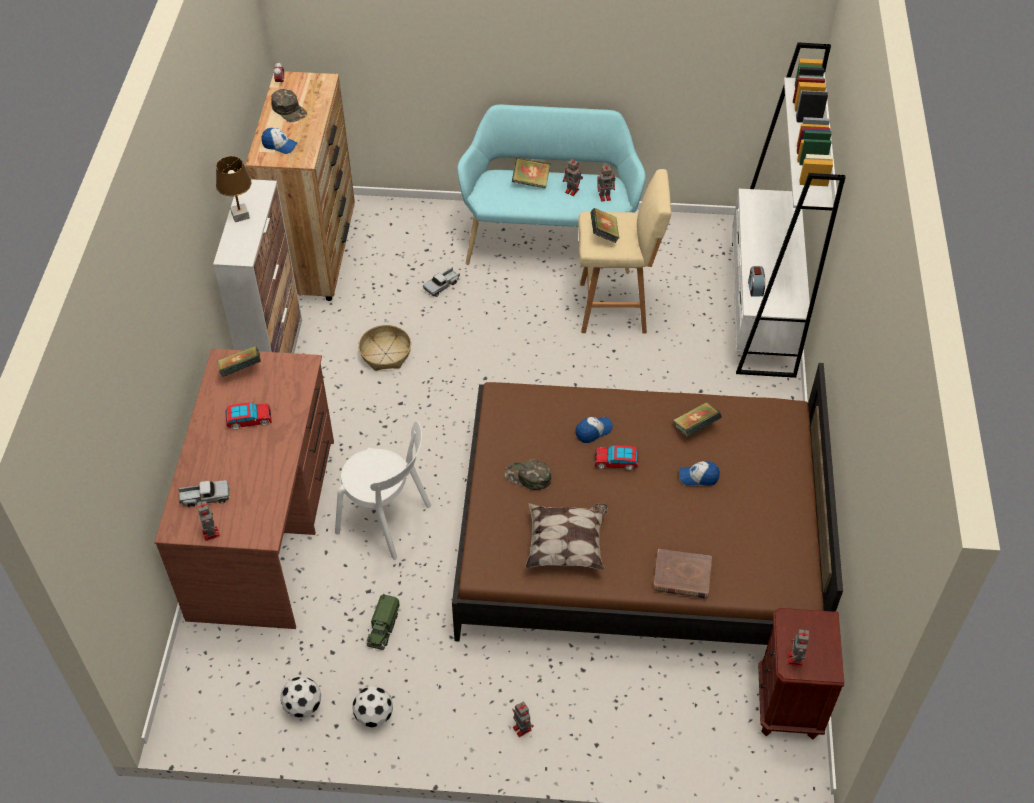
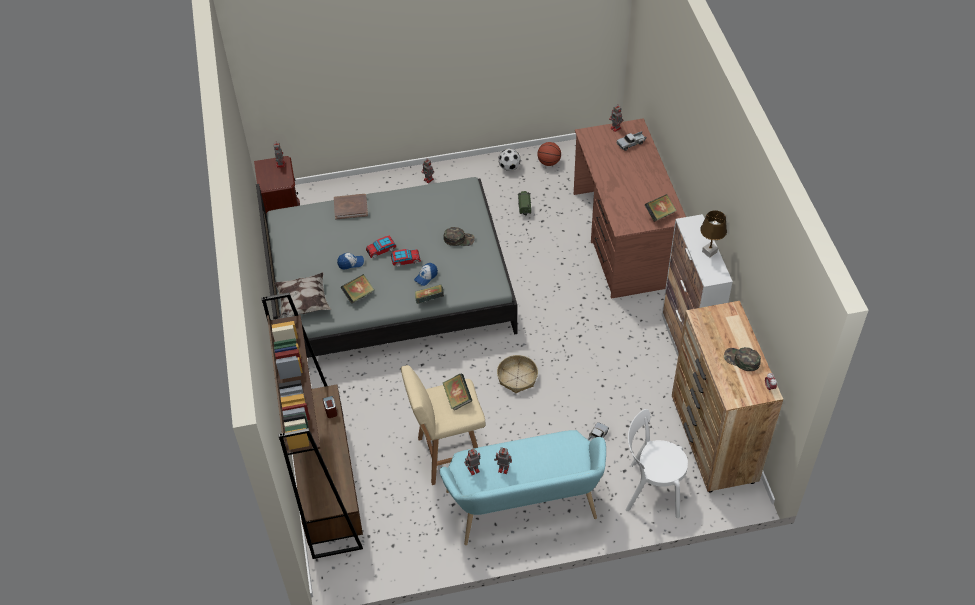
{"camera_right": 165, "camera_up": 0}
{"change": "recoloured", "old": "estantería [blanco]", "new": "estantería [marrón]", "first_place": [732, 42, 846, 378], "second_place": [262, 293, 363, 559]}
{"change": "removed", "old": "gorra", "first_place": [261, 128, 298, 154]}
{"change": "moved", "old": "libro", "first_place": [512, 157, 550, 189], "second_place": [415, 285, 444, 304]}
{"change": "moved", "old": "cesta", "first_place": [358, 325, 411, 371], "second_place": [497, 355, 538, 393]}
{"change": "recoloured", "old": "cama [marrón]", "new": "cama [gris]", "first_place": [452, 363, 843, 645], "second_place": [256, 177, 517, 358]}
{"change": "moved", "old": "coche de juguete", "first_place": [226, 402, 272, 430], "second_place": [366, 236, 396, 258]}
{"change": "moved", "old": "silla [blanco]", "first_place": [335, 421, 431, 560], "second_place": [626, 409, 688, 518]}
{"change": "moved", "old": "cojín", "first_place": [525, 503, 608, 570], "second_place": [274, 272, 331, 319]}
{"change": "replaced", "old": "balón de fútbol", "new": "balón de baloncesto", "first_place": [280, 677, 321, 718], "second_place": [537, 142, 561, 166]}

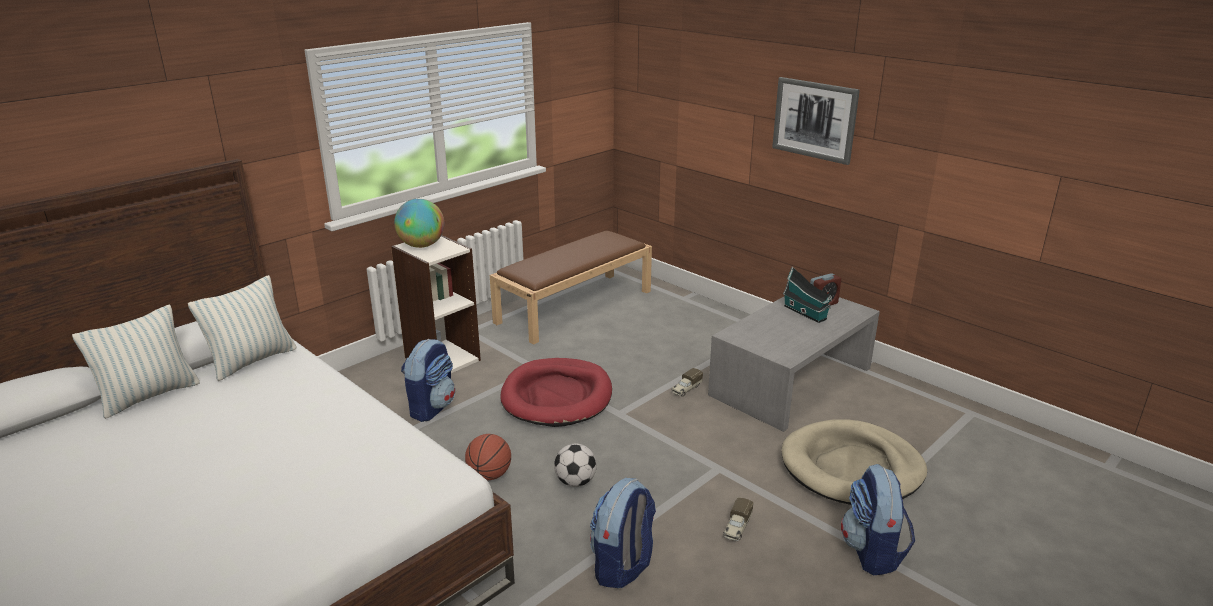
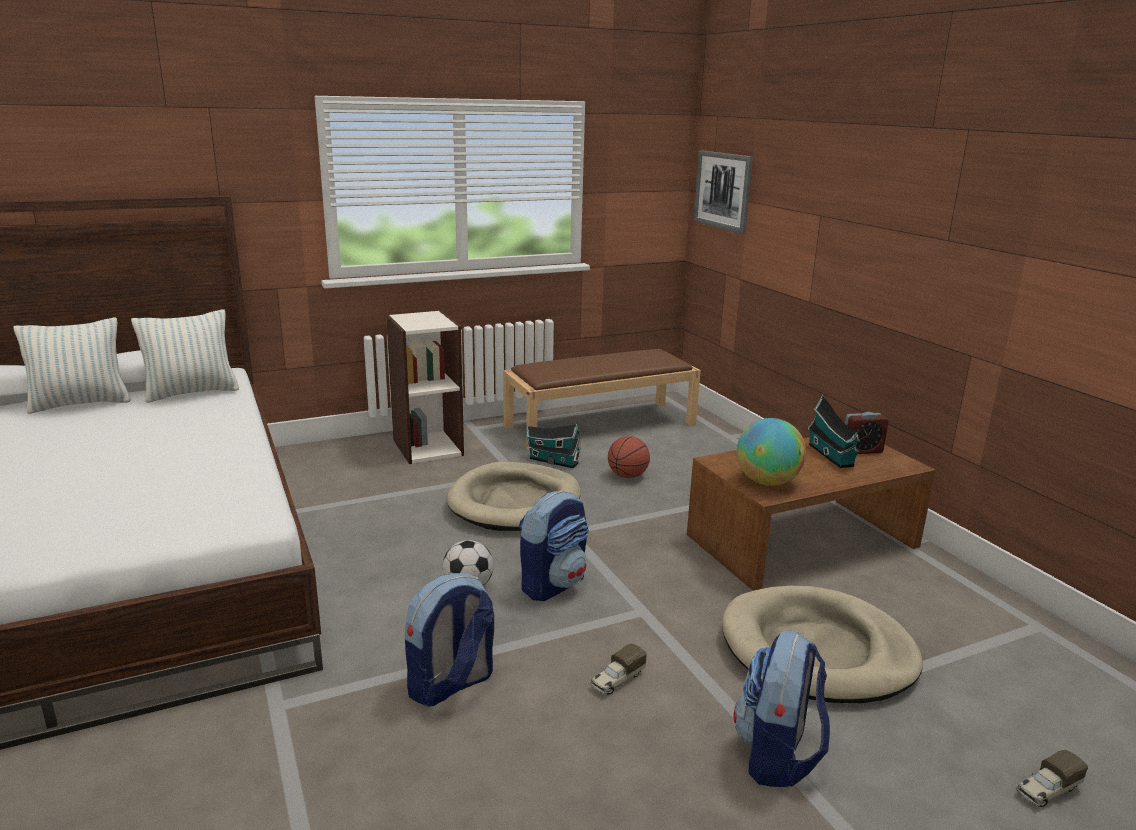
{"camera_right": 20, "camera_up": -5}
{"change": "moved", "old": "cuadro", "first_place": [772, 77, 860, 165], "second_place": [693, 150, 753, 234]}
{"change": "moved", "old": "globo terráqueo", "first_place": [394, 199, 444, 248], "second_place": [737, 418, 806, 486]}
{"change": "recoloured", "old": "mesa de centro [gris]", "new": "mesa de centro [marrón]", "first_place": [708, 297, 880, 432], "second_place": [687, 437, 936, 591]}
{"change": "moved", "old": "mochila", "first_place": [401, 339, 455, 422], "second_place": [519, 490, 589, 601]}
{"change": "recoloured", "old": "cama para perro [rojo]", "new": "cama para perro [beis]", "first_place": [500, 358, 612, 427], "second_place": [447, 462, 580, 531]}
{"change": "moved", "old": "camión de juguete", "first_place": [671, 368, 703, 396], "second_place": [1016, 749, 1088, 807]}
{"change": "moved", "old": "balón de baloncesto", "first_place": [465, 434, 511, 480], "second_place": [608, 436, 650, 478]}
{"change": "added", "new": "casita", "second_place": [526, 424, 581, 468]}

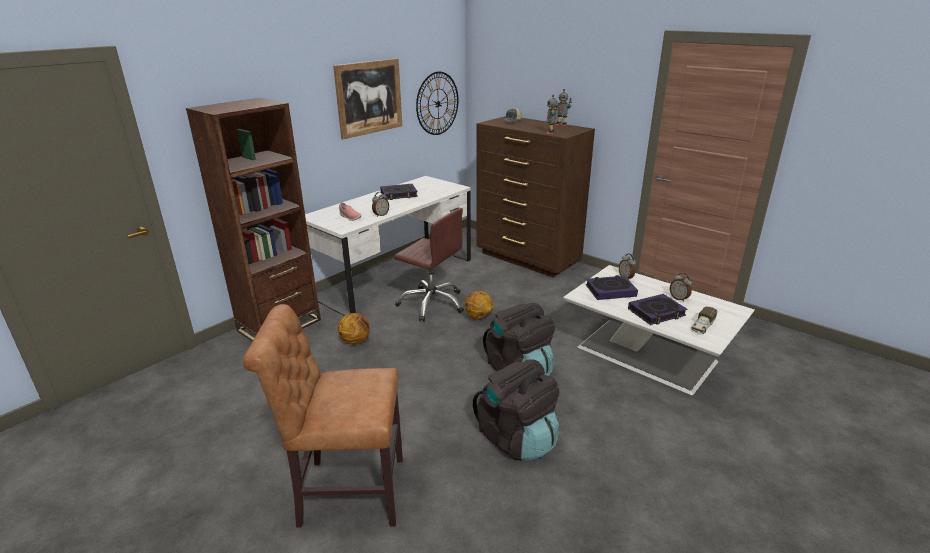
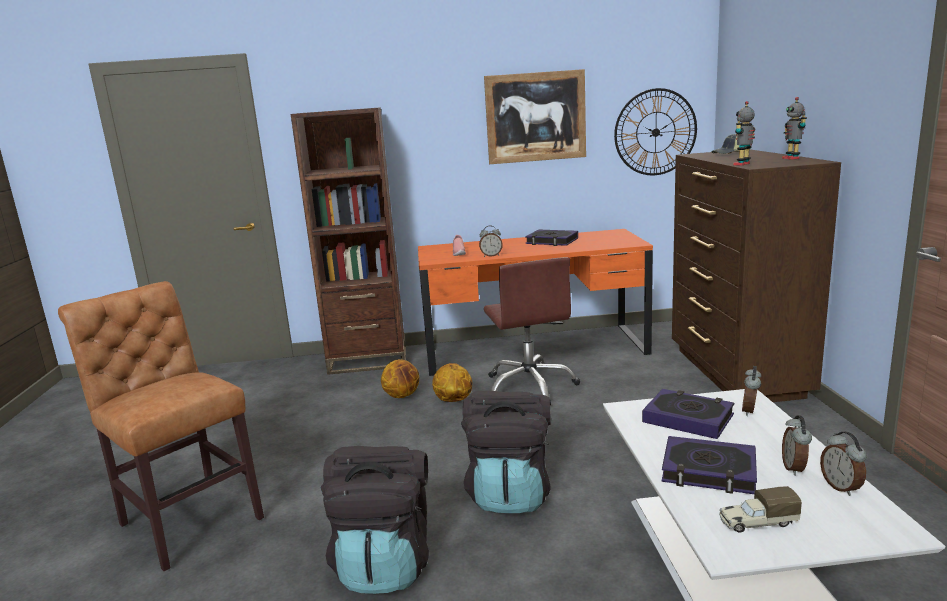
{"camera_right": 45, "camera_up": -10}
{"change": "recoloured", "old": "escritorio [blanco]", "new": "escritorio [naranja]", "first_place": [305, 176, 471, 316], "second_place": [418, 229, 653, 376]}
{"change": "moved", "old": "balón de baloncesto", "first_place": [465, 291, 494, 320], "second_place": [432, 363, 472, 402]}
{"change": "added", "new": "despertador", "second_place": [820, 431, 867, 496]}

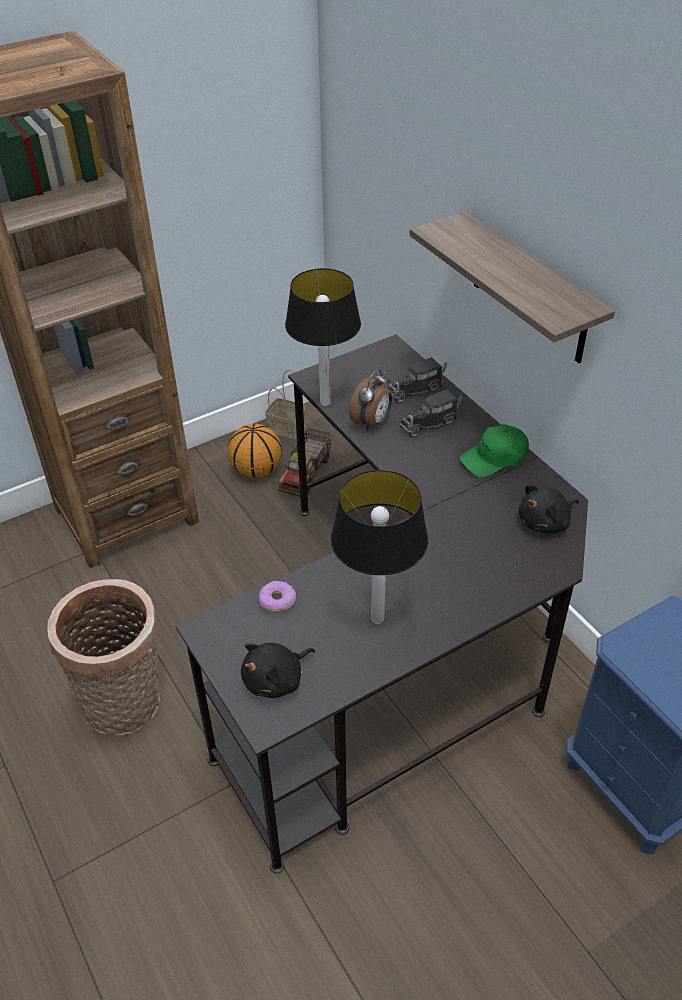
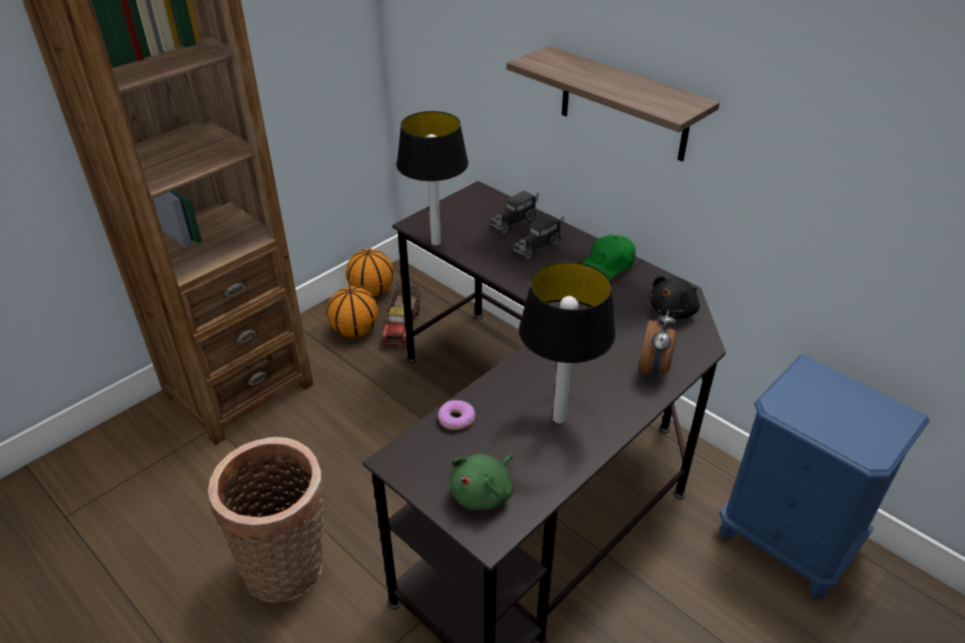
{"camera_right": -15, "camera_up": -5}
{"change": "moved", "old": "despertador", "first_place": [349, 369, 392, 430], "second_place": [638, 310, 677, 379]}
{"change": "replaced", "old": "cesta", "new": "balón de baloncesto", "first_place": [265, 370, 306, 440], "second_place": [346, 249, 394, 297]}
{"change": "recoloured", "old": "peluche [negro]", "new": "peluche [verde]", "first_place": [241, 643, 315, 698], "second_place": [450, 454, 513, 510]}

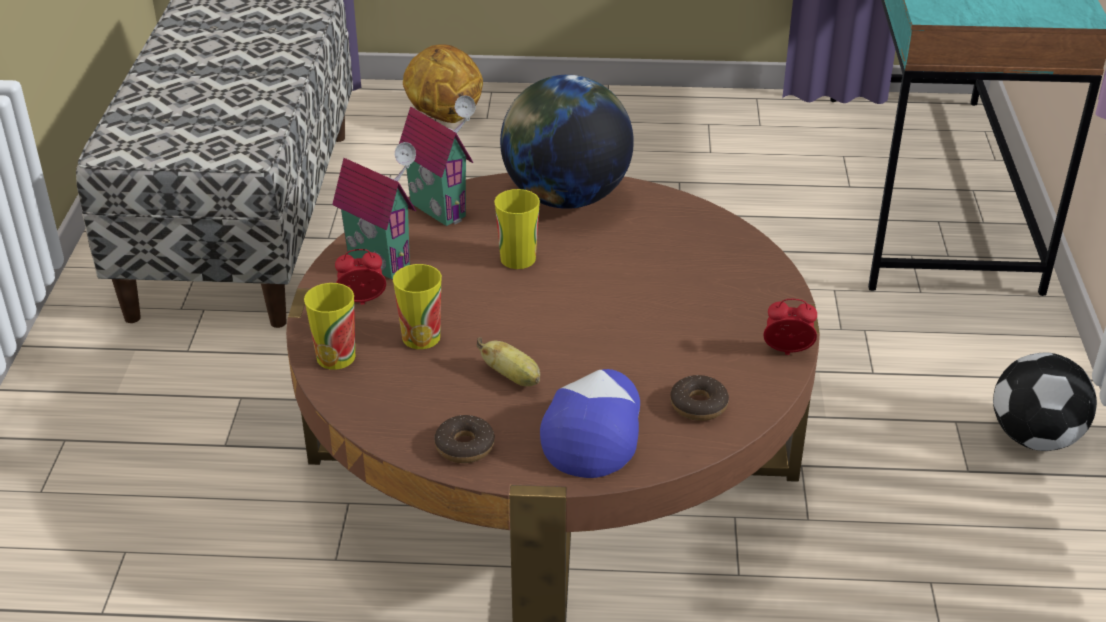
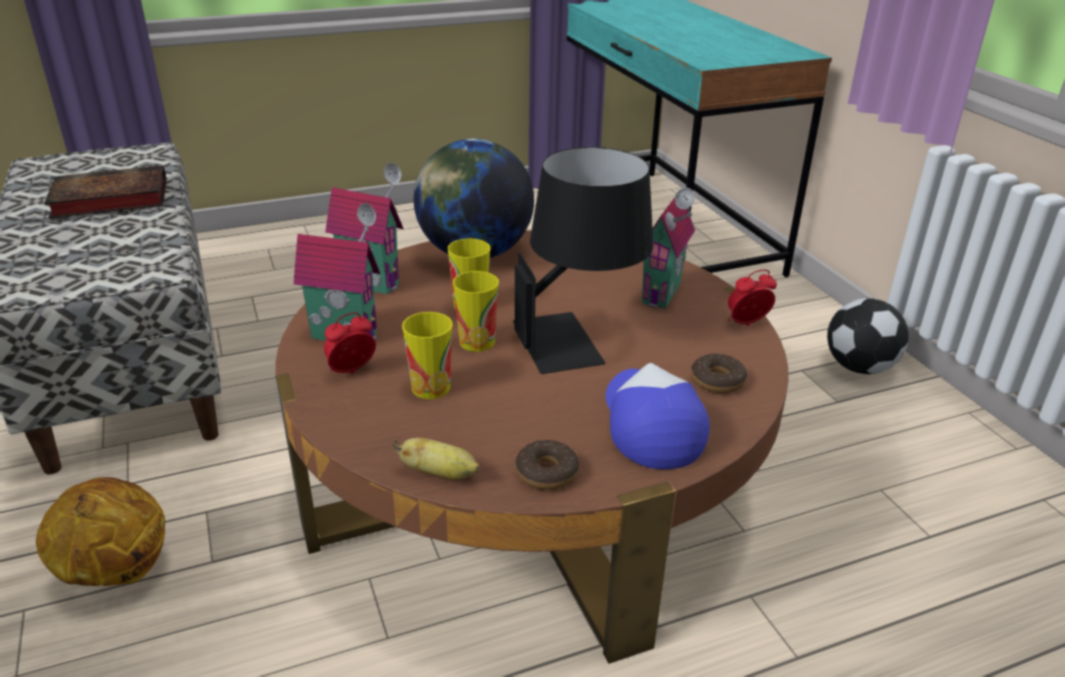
{"camera_right": -25, "camera_up": -5}
{"change": "moved", "old": "balón de baloncesto", "first_place": [403, 44, 483, 123], "second_place": [36, 477, 165, 586]}
{"change": "moved", "old": "taza", "first_place": [304, 283, 355, 370], "second_place": [453, 271, 499, 352]}
{"change": "moved", "old": "plátano", "first_place": [477, 337, 540, 386], "second_place": [393, 438, 479, 479]}
{"change": "added", "new": "lámpara de mesa [negro]", "second_place": [513, 147, 653, 374]}
{"change": "added", "new": "libro", "second_place": [44, 165, 167, 218]}
{"change": "added", "new": "casita", "second_place": [642, 187, 695, 308]}

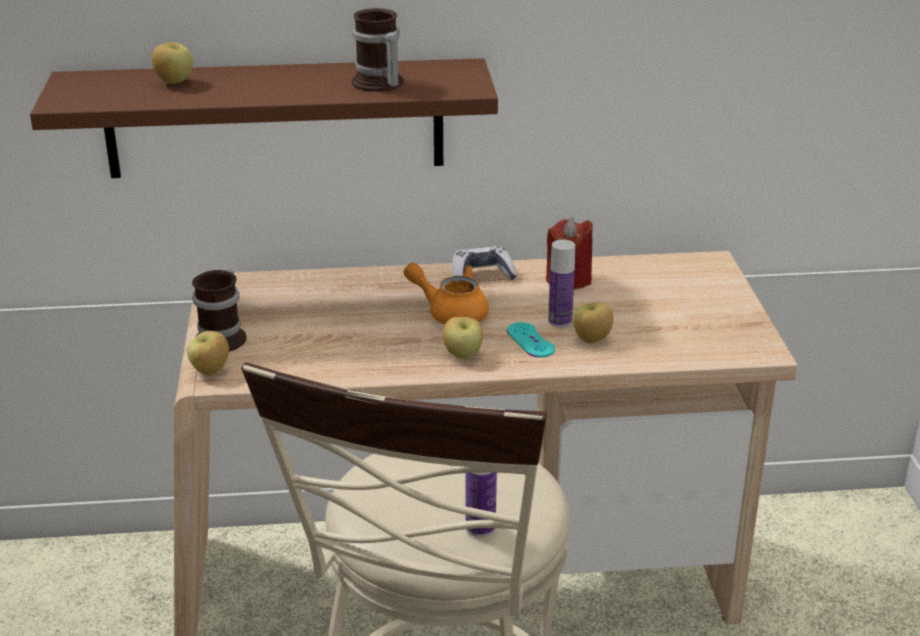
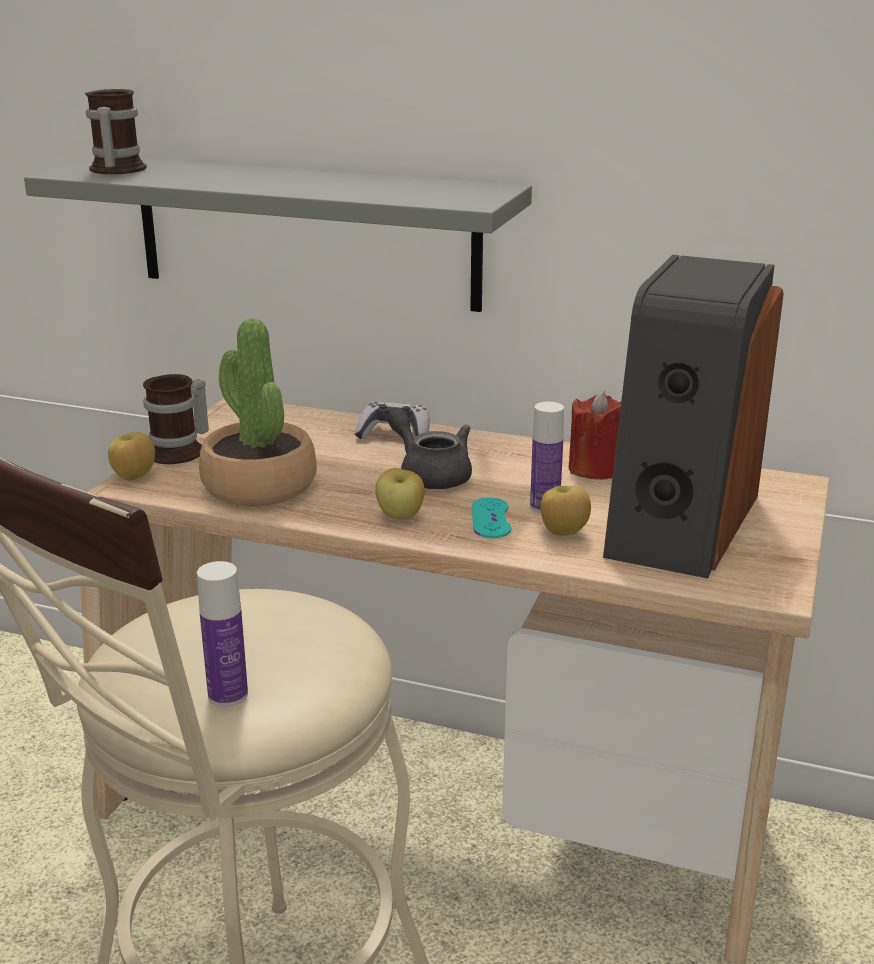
{"camera_right": 25, "camera_up": -5}
{"change": "moved", "old": "taza grande", "first_place": [351, 8, 404, 91], "second_place": [85, 89, 147, 174]}
{"change": "removed", "old": "manzana", "first_place": [152, 42, 193, 84]}
{"change": "recoloured", "old": "estante [marrón]", "new": "estante [gris]", "first_place": [30, 58, 498, 178], "second_place": [24, 158, 532, 312]}
{"change": "moved", "old": "mando de consola", "first_place": [452, 246, 517, 280], "second_place": [355, 402, 430, 439]}
{"change": "recoloured", "old": "tetera [naranja]", "new": "tetera [gris]", "first_place": [404, 263, 489, 324], "second_place": [387, 408, 472, 489]}
{"change": "added", "new": "altavoz", "second_place": [603, 255, 784, 579]}
{"change": "added", "new": "planta en maceta", "second_place": [199, 318, 317, 506]}

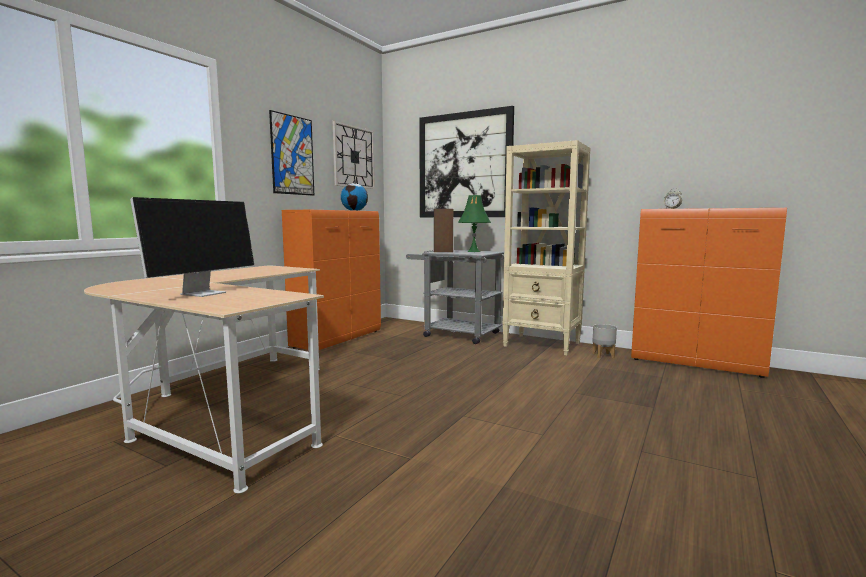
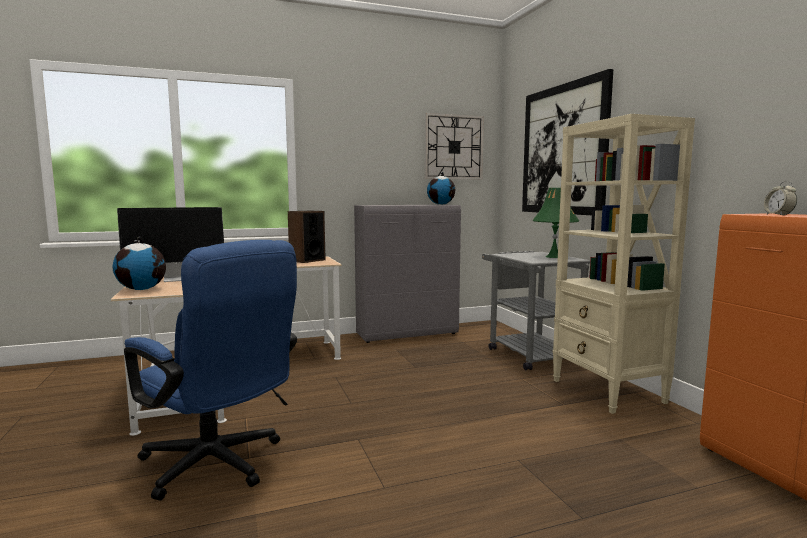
{"camera_right": 40, "camera_up": 0}
{"change": "removed", "old": "cuadro", "first_place": [269, 110, 314, 196]}
{"change": "moved", "old": "altavoz", "first_place": [434, 209, 453, 252], "second_place": [288, 211, 326, 263]}
{"change": "recoloured", "old": "armario [naranja]", "new": "armario [gris]", "first_place": [282, 210, 381, 350], "second_place": [354, 205, 461, 343]}
{"change": "removed", "old": "maceta [gris]", "first_place": [592, 324, 617, 358]}
{"change": "added", "new": "globo terráqueo", "second_place": [113, 236, 166, 290]}
{"change": "added", "new": "silla de oficina [azul]", "second_place": [124, 240, 297, 500]}

